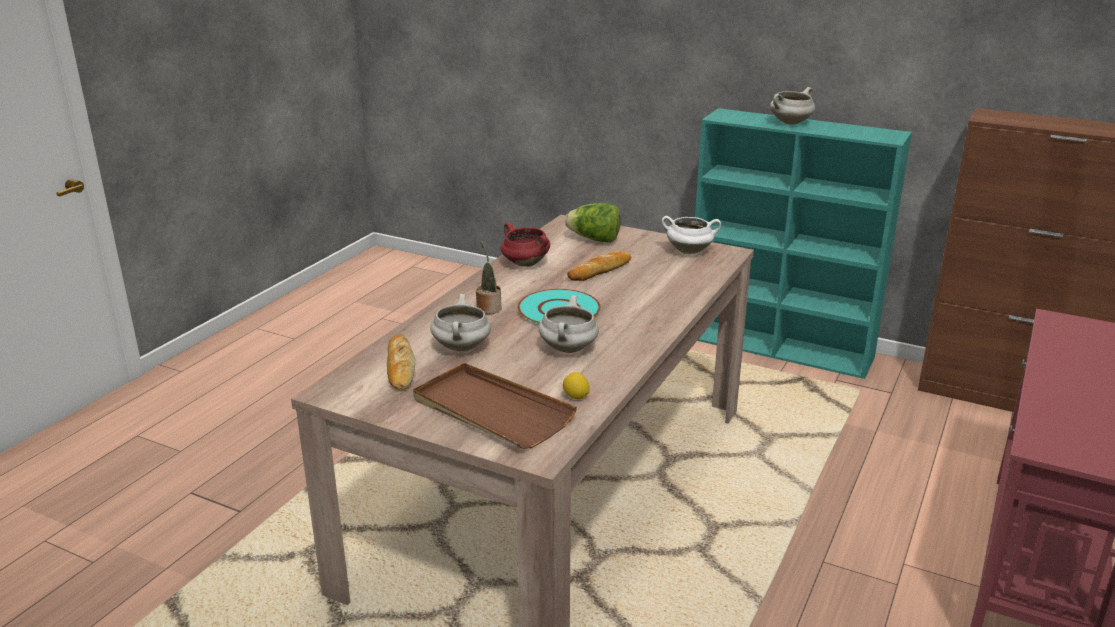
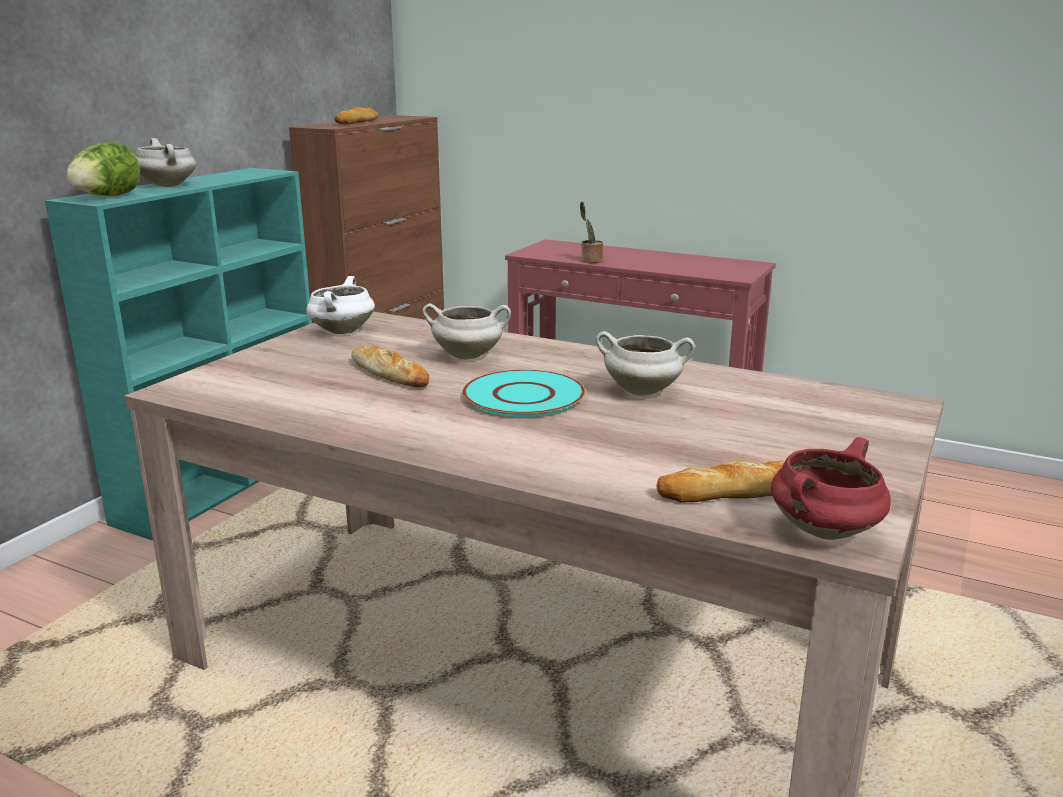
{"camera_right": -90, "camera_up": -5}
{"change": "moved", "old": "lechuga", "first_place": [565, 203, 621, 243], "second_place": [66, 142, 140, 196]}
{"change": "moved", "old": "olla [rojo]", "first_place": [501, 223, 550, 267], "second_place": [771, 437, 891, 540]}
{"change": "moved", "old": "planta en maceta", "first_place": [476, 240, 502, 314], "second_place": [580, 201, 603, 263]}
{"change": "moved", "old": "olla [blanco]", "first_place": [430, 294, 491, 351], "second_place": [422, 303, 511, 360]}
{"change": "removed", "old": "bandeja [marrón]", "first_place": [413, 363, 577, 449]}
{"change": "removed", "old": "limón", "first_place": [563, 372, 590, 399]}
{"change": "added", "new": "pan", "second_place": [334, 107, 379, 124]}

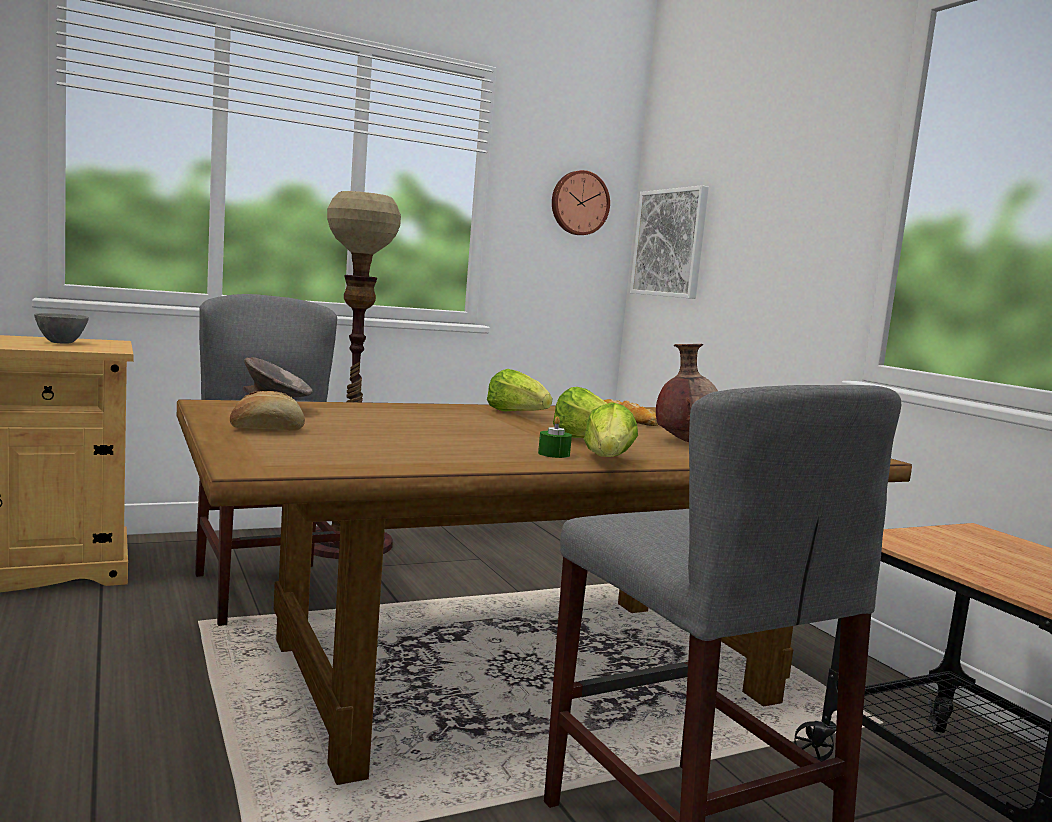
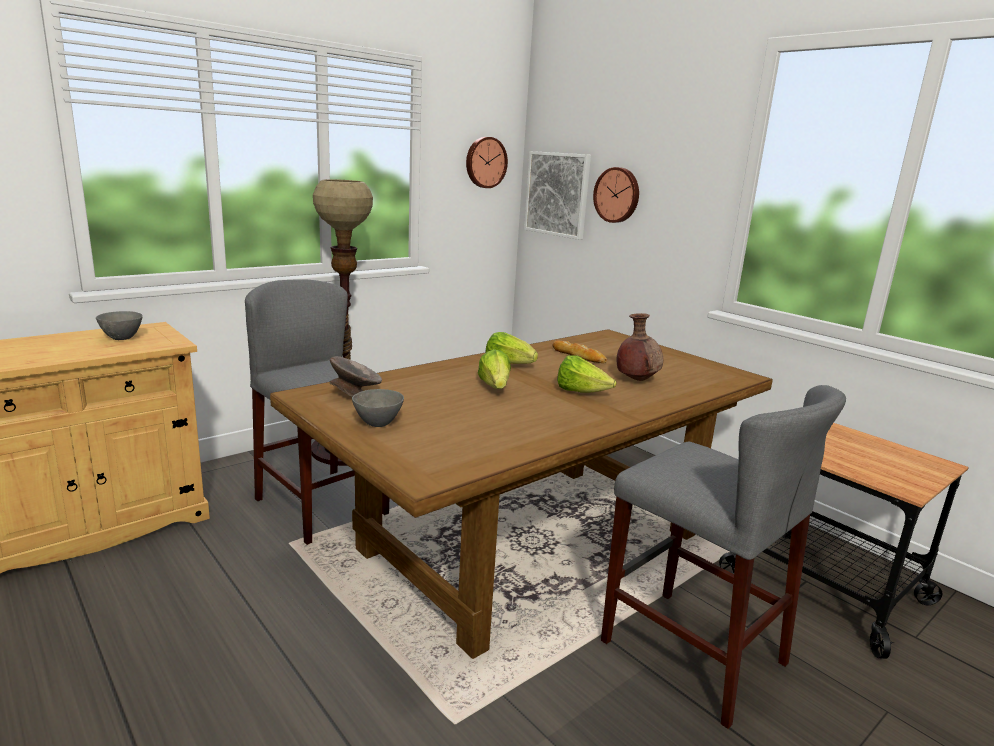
{"camera_right": -15, "camera_up": 10}
{"change": "replaced", "old": "pan", "new": "cuenco [gris]", "first_place": [230, 391, 305, 431], "second_place": [352, 389, 404, 427]}
{"change": "moved", "old": "lechuga", "first_place": [584, 402, 638, 457], "second_place": [477, 349, 511, 389]}
{"change": "removed", "old": "vela [verde]", "first_place": [538, 416, 572, 458]}
{"change": "added", "new": "reloj de pared", "second_place": [593, 167, 639, 223]}

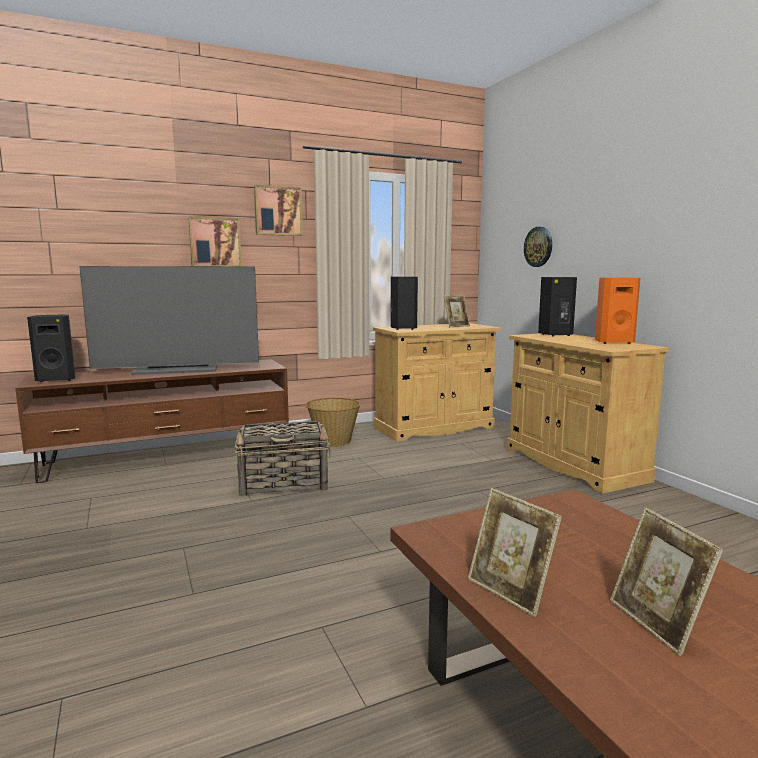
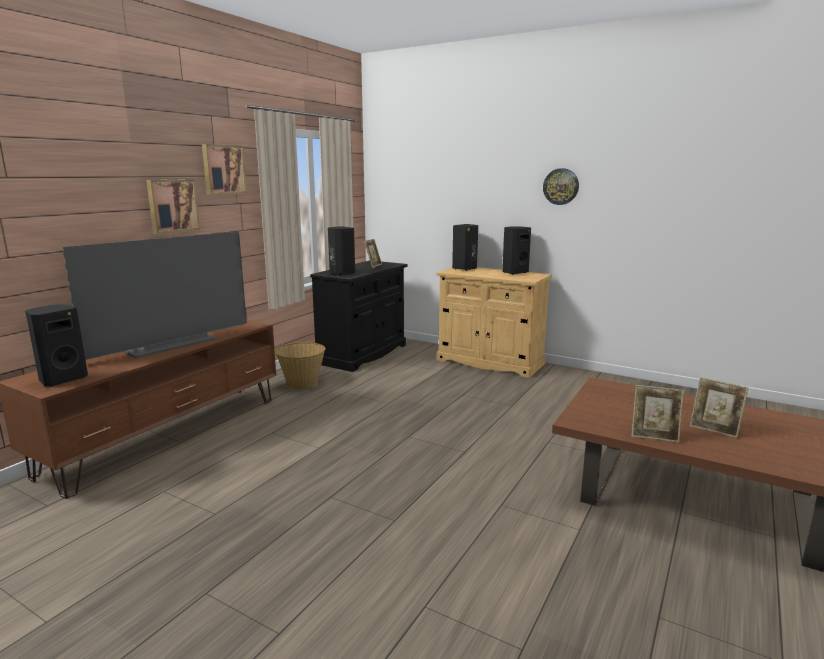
{"camera_right": -35, "camera_up": 5}
{"change": "moved", "old": "reloj de pared", "first_place": [524, 227, 552, 267], "second_place": [543, 168, 579, 205]}
{"change": "recoloured", "old": "altavoz [naranja]", "new": "altavoz [negro]", "first_place": [595, 278, 640, 344], "second_place": [502, 226, 531, 275]}
{"change": "recoloured", "old": "armario [beis]", "new": "armario [negro]", "first_place": [373, 323, 501, 442], "second_place": [310, 260, 408, 372]}
{"change": "removed", "old": "cesta", "first_place": [235, 421, 331, 496]}

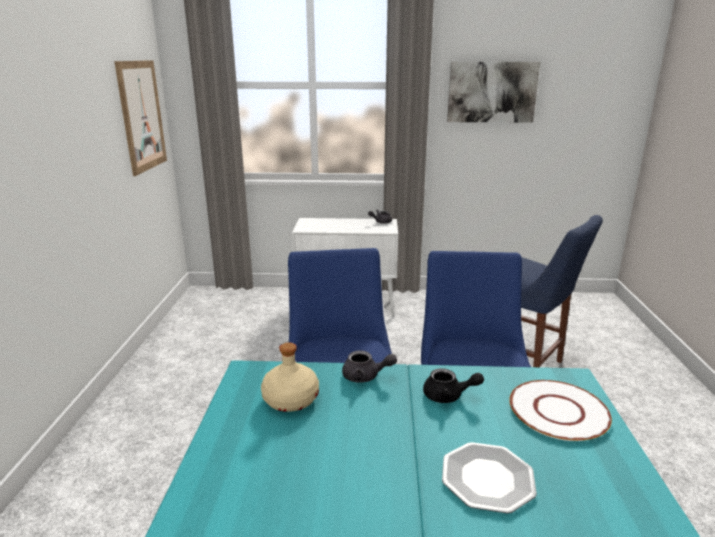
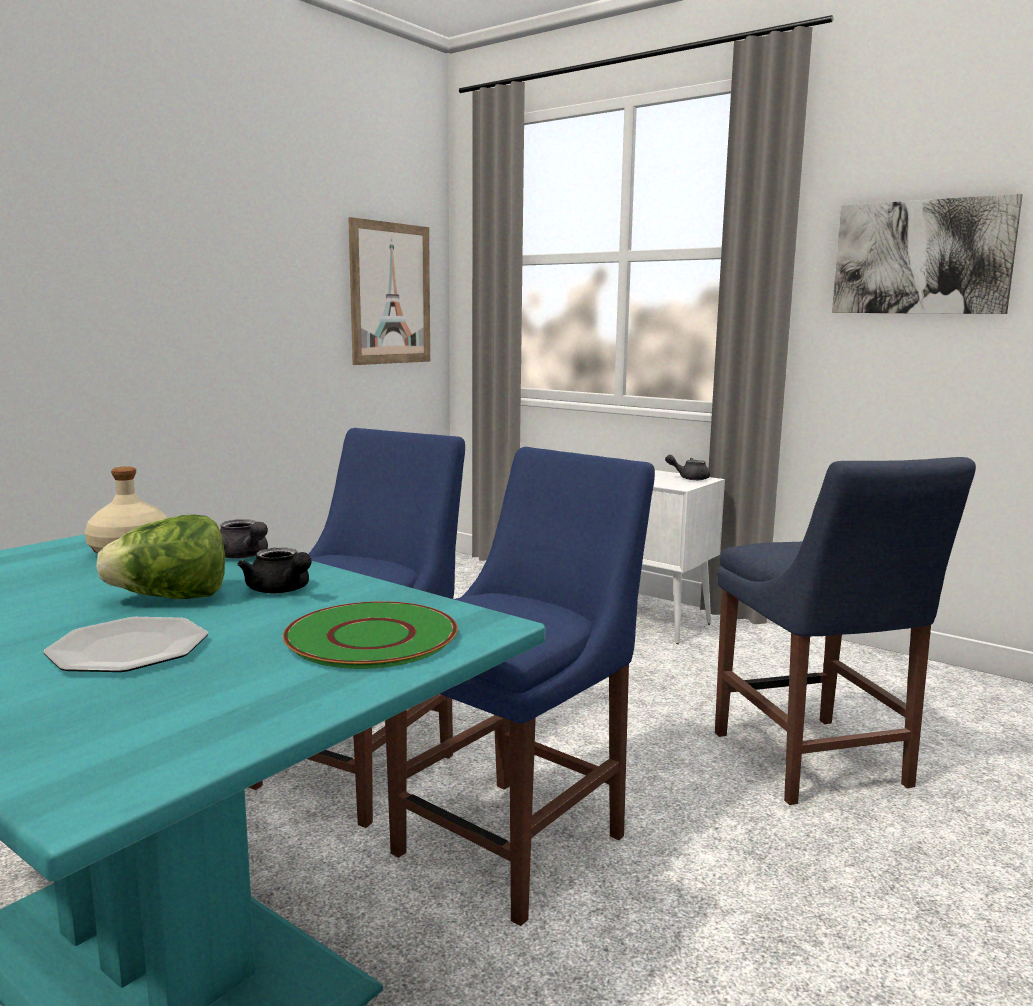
{"camera_right": 35, "camera_up": -10}
{"change": "recoloured", "old": "plato [blanco]", "new": "plato [verde]", "first_place": [509, 380, 612, 441], "second_place": [283, 601, 458, 669]}
{"change": "added", "new": "lechuga", "second_place": [96, 514, 225, 599]}

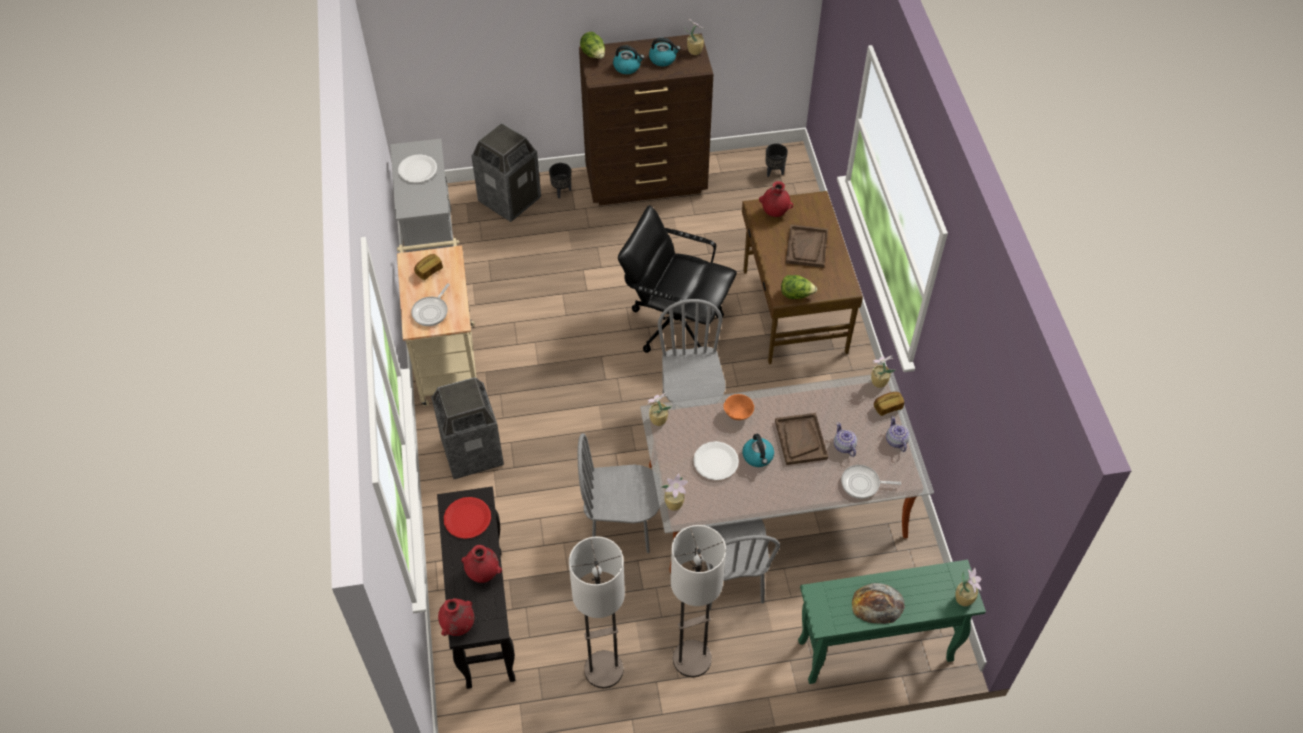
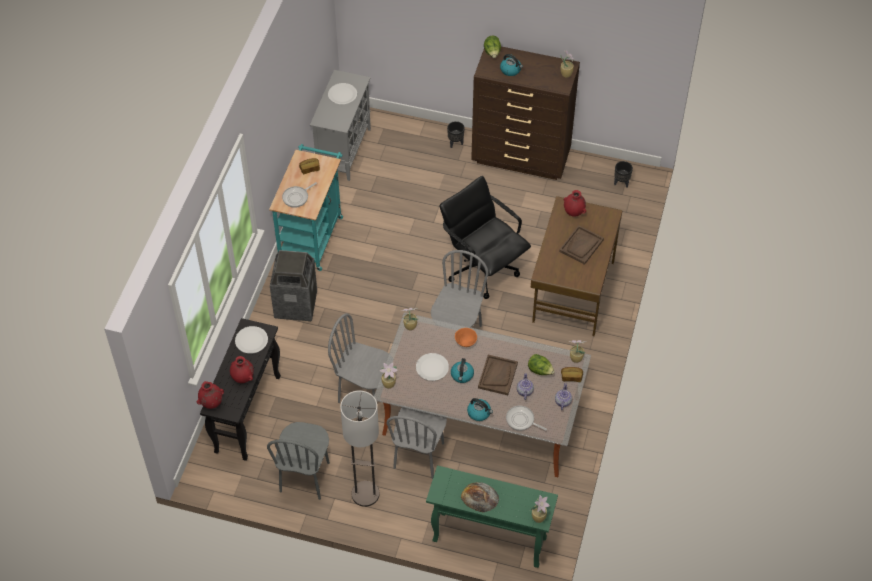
{"camera_right": 25, "camera_up": 0}
{"change": "moved", "old": "hervidor", "first_place": [649, 38, 681, 66], "second_place": [467, 398, 493, 421]}
{"change": "removed", "old": "papelera", "first_place": [471, 123, 541, 222]}
{"change": "recoloured", "old": "carrito [beis]", "new": "carrito [turquesa]", "first_place": [397, 238, 476, 406], "second_place": [269, 144, 343, 271]}
{"change": "moved", "old": "lechuga", "first_place": [781, 275, 817, 299], "second_place": [528, 354, 555, 375]}
{"change": "recoloured", "old": "plato [rojo]", "new": "plato [blanco]", "first_place": [444, 497, 491, 539], "second_place": [235, 326, 268, 354]}
{"change": "replaced", "old": "lámpara de pie", "new": "silla [gris]", "first_place": [569, 536, 625, 688], "second_place": [267, 422, 330, 500]}

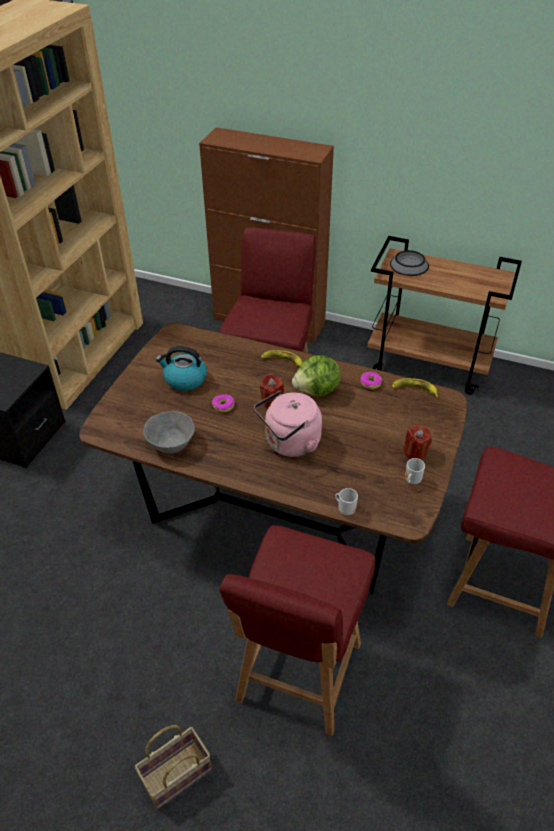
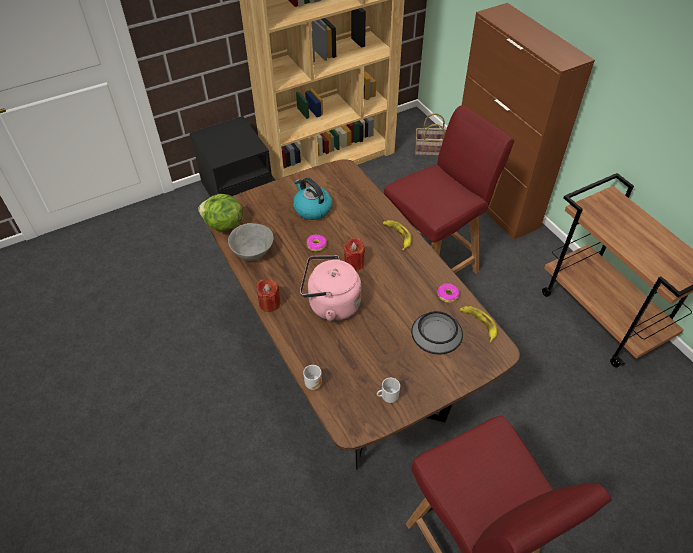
{"camera_right": 40, "camera_up": 5}
{"change": "moved", "old": "cuenco", "first_place": [390, 250, 429, 276], "second_place": [411, 311, 463, 355]}
{"change": "moved", "old": "lechuga", "first_place": [292, 355, 341, 396], "second_place": [198, 194, 243, 231]}
{"change": "moved", "old": "vela [rojo]", "first_place": [403, 425, 432, 460], "second_place": [256, 279, 280, 312]}
{"change": "removed", "old": "silla [rojo]", "first_place": [219, 525, 375, 736]}
{"change": "moved", "old": "cesta", "first_place": [135, 725, 212, 809], "second_place": [415, 113, 446, 156]}

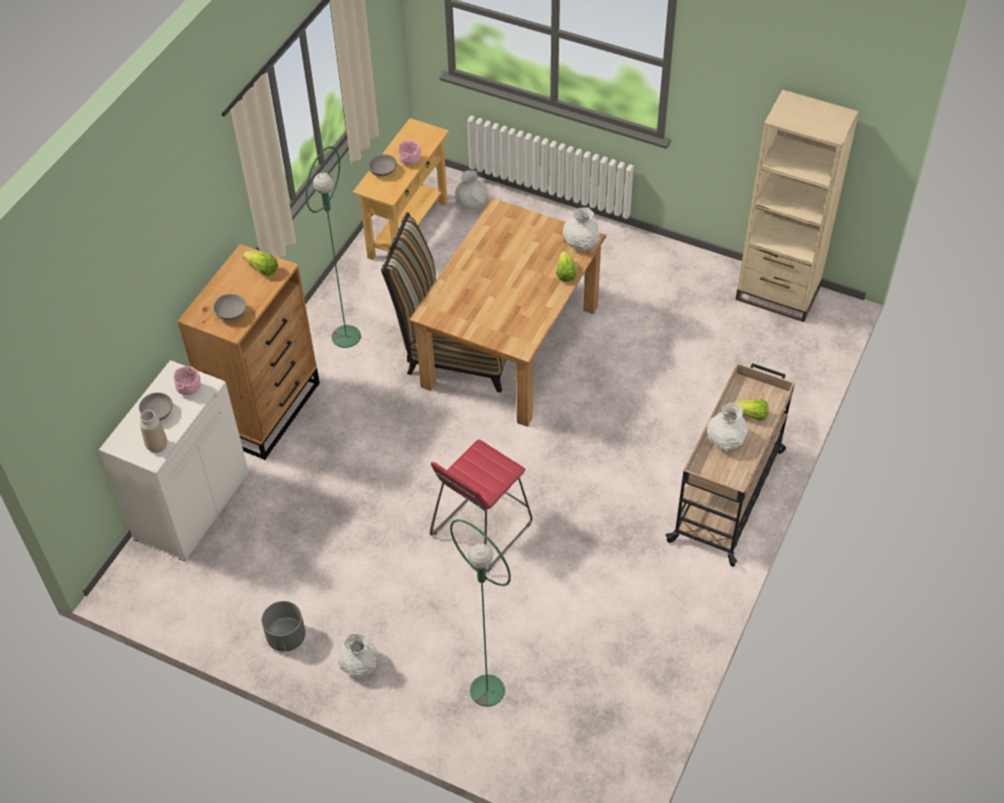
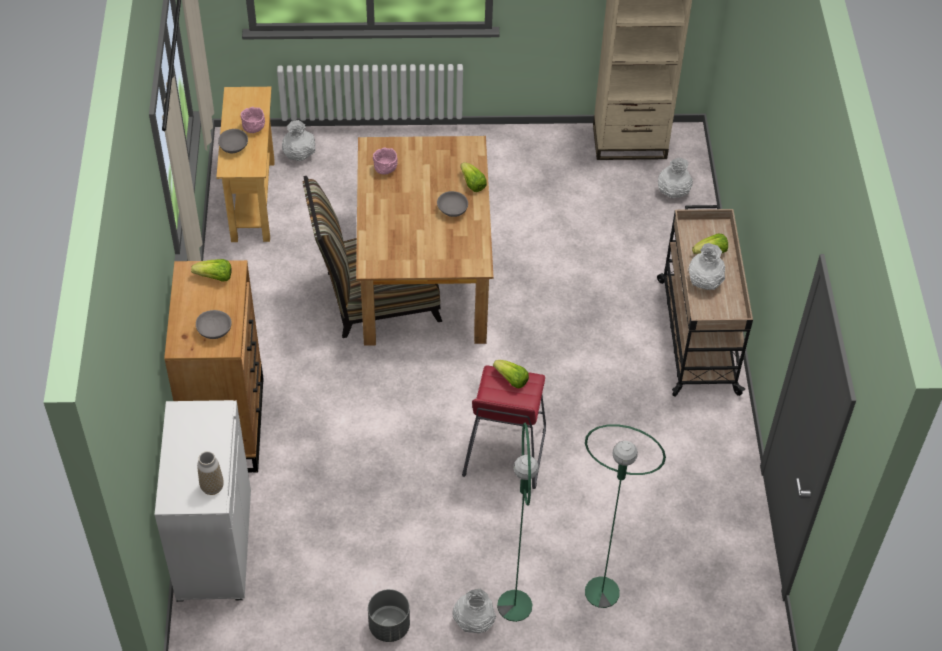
{"camera_right": -30, "camera_up": 0}
{"change": "moved", "old": "lámpara de pie [verde]", "first_place": [305, 146, 361, 348], "second_place": [497, 423, 539, 622]}
{"change": "moved", "old": "florero [blanco]", "first_place": [562, 208, 600, 250], "second_place": [658, 157, 693, 198]}
{"change": "moved", "old": "cuenco [rosa]", "first_place": [173, 366, 201, 395], "second_place": [373, 148, 398, 175]}
{"change": "moved", "old": "cuenco [gris]", "first_place": [139, 392, 173, 421], "second_place": [437, 191, 468, 217]}
{"change": "added", "new": "lechuga", "second_place": [493, 360, 529, 389]}

